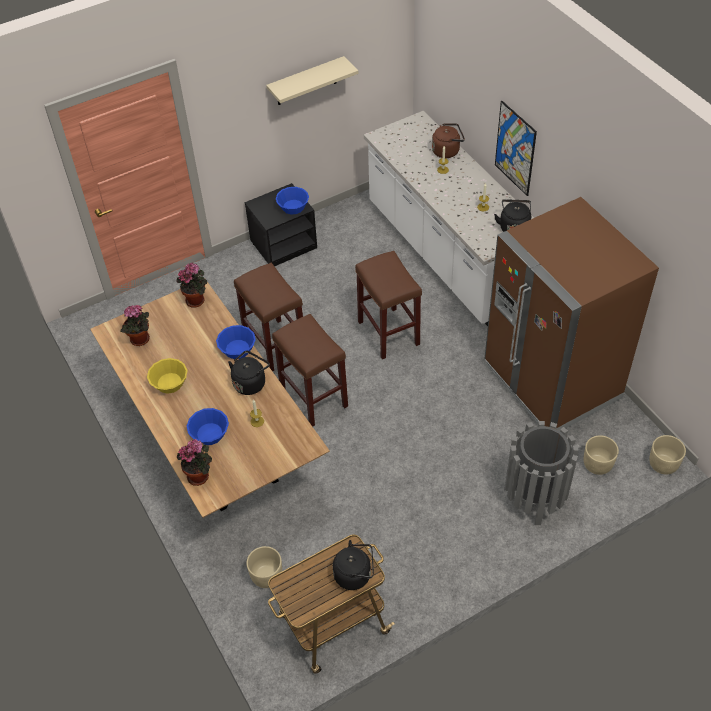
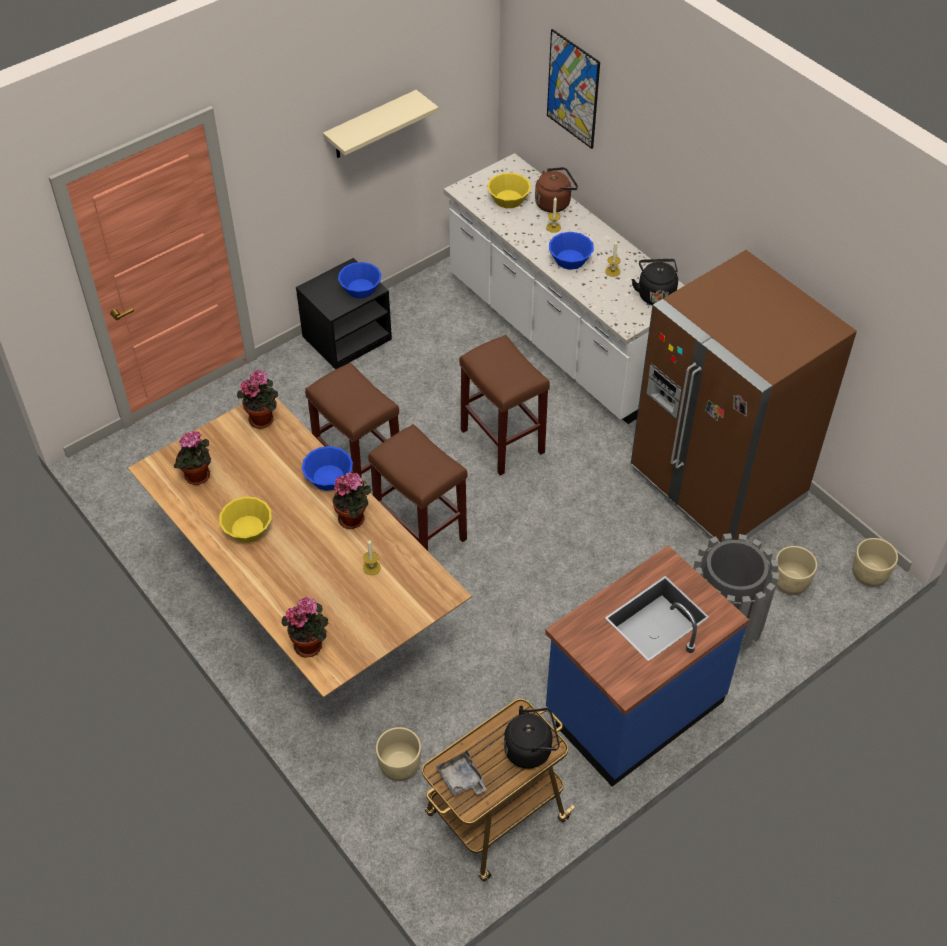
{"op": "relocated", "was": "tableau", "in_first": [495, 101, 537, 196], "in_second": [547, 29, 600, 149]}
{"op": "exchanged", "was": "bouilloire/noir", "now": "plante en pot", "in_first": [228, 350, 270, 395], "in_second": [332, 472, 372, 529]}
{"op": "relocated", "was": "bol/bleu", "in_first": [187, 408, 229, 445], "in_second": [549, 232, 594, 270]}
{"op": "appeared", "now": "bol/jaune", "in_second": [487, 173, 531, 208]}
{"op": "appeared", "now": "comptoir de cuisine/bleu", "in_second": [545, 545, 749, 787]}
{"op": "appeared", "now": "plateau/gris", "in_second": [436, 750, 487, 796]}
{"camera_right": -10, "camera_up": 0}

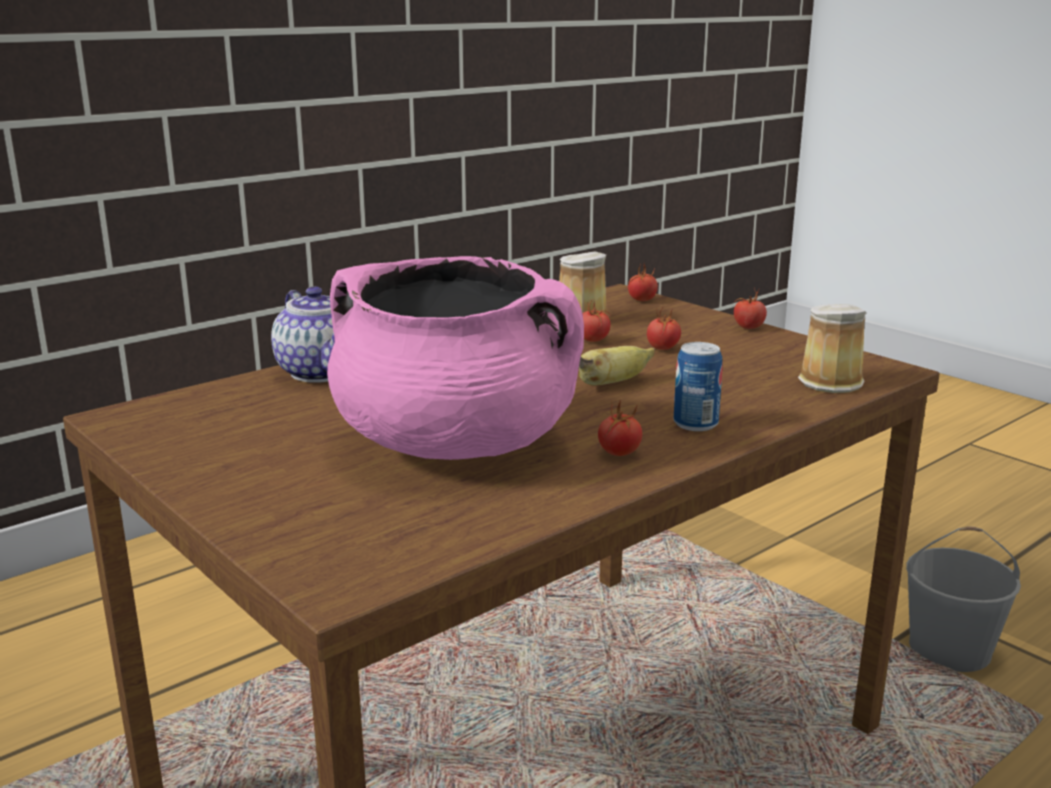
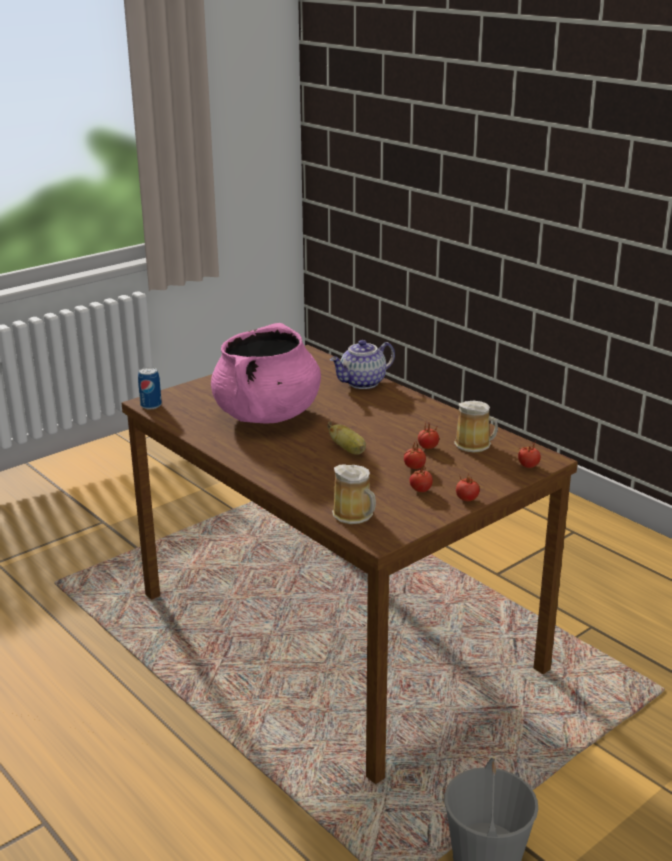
{"op": "relocated", "was": "boîte métallique", "in_first": [674, 342, 723, 431], "in_second": [138, 367, 162, 409]}
{"op": "relocated", "was": "tomate", "in_first": [598, 400, 642, 456], "in_second": [409, 463, 433, 492]}
{"camera_right": 90, "camera_up": 5}

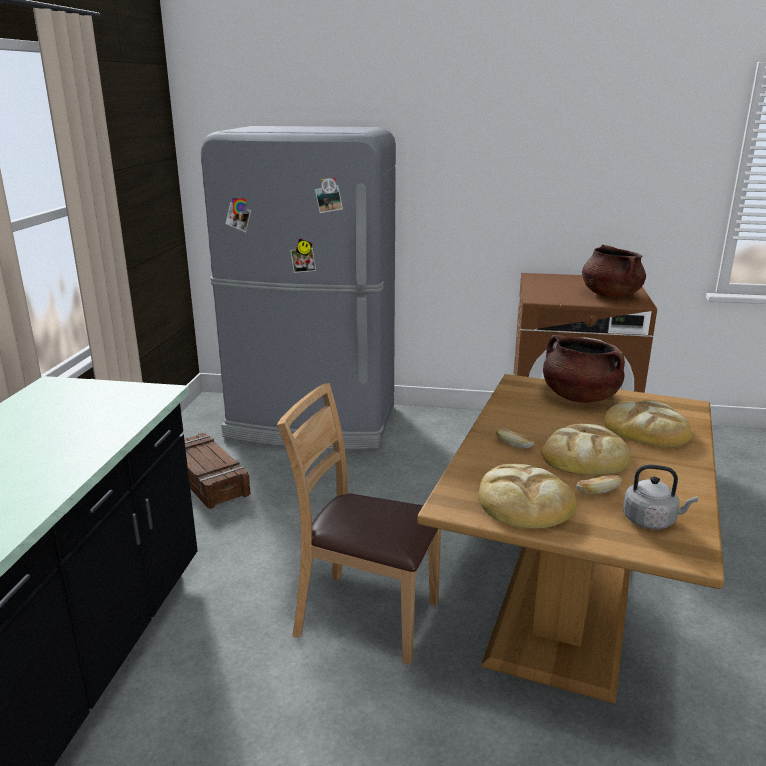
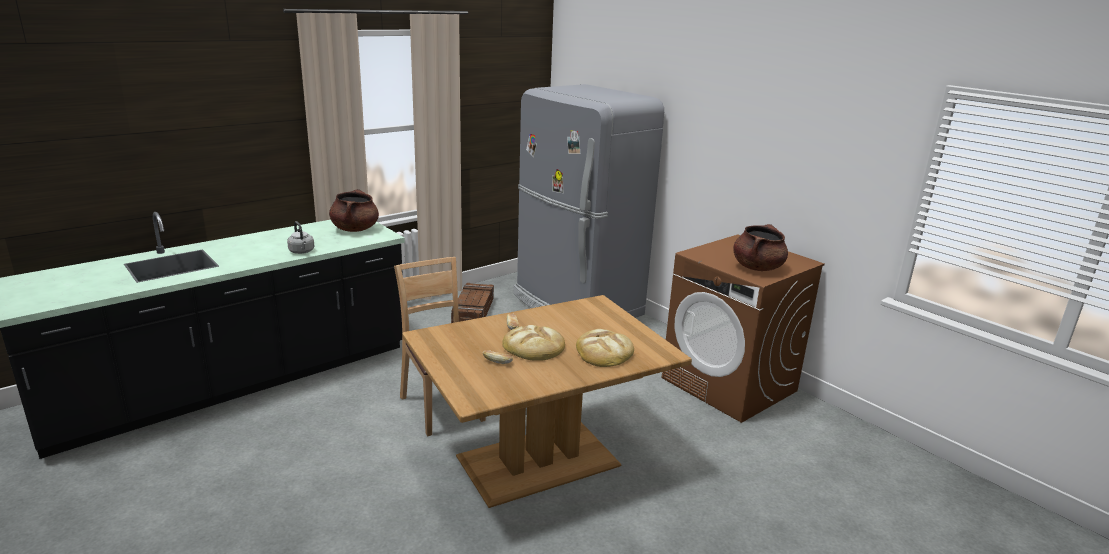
{"op": "relocated", "was": "marmite/marron", "in_first": [543, 335, 625, 403], "in_second": [329, 189, 379, 232]}
{"op": "missing", "was": "pain", "in_first": [479, 464, 577, 528]}
{"op": "relocated", "was": "bouilloire/gris", "in_first": [623, 464, 698, 529], "in_second": [287, 221, 314, 254]}
{"camera_right": 40, "camera_up": 0}

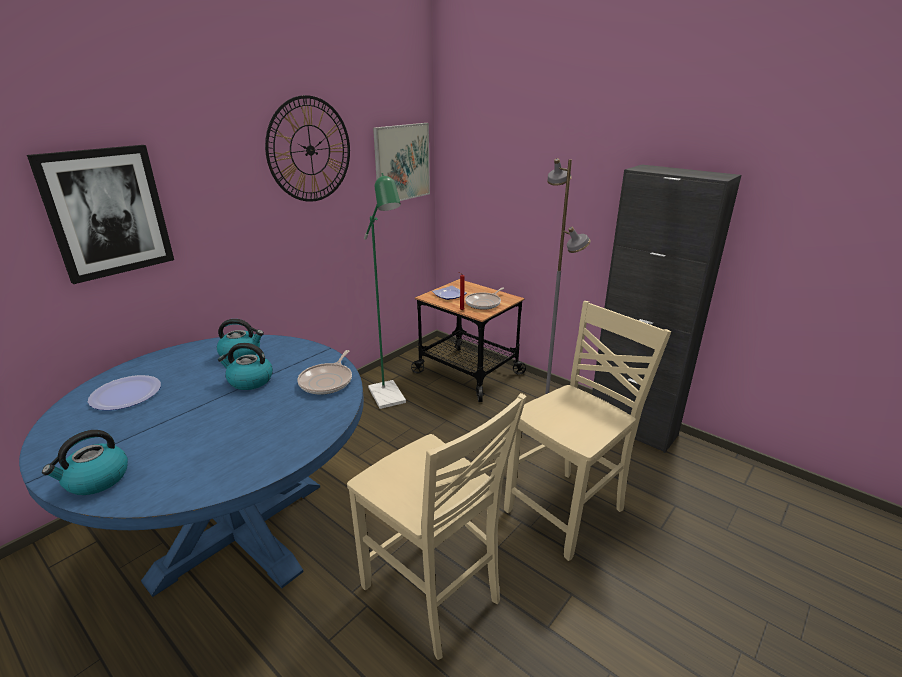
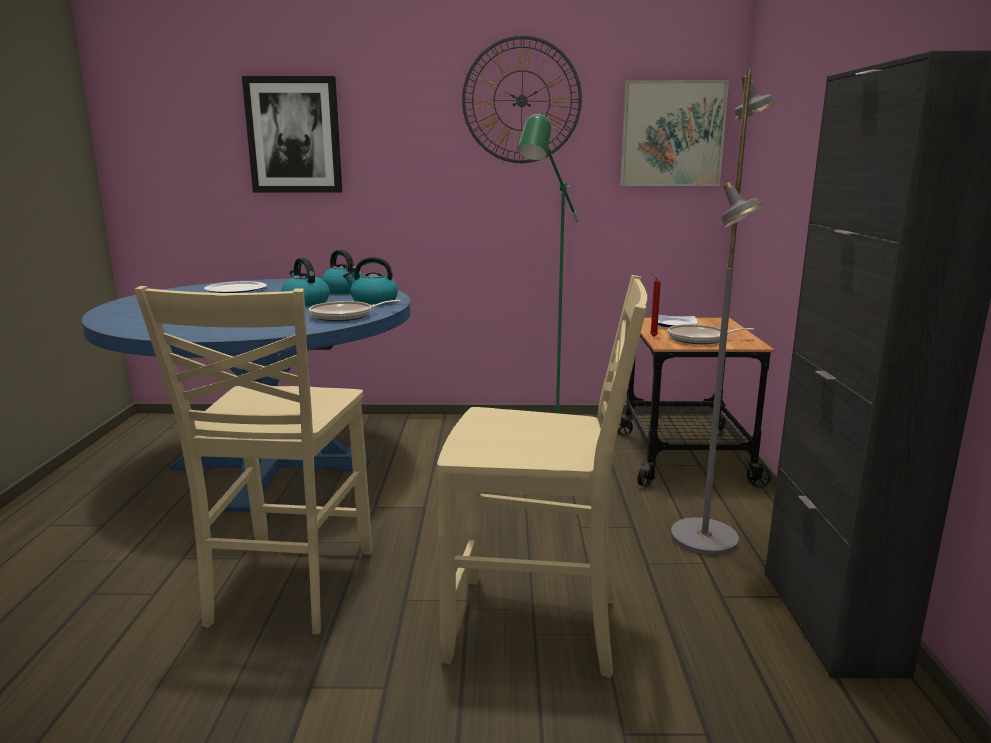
{"op": "relocated", "was": "bouilloire", "in_first": [42, 430, 128, 495], "in_second": [343, 257, 398, 305]}
{"camera_right": 50, "camera_up": -10}

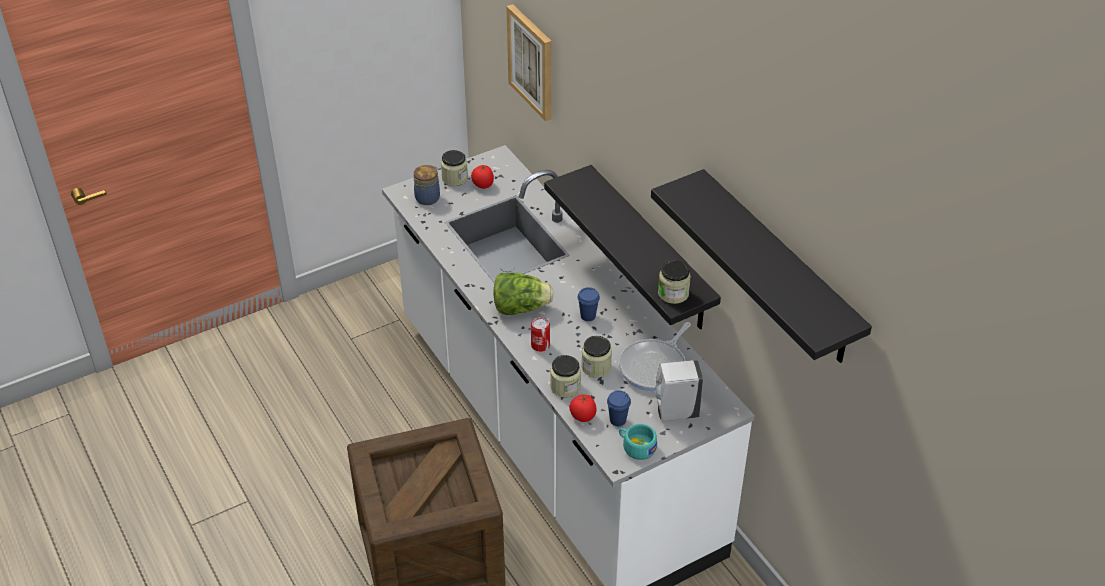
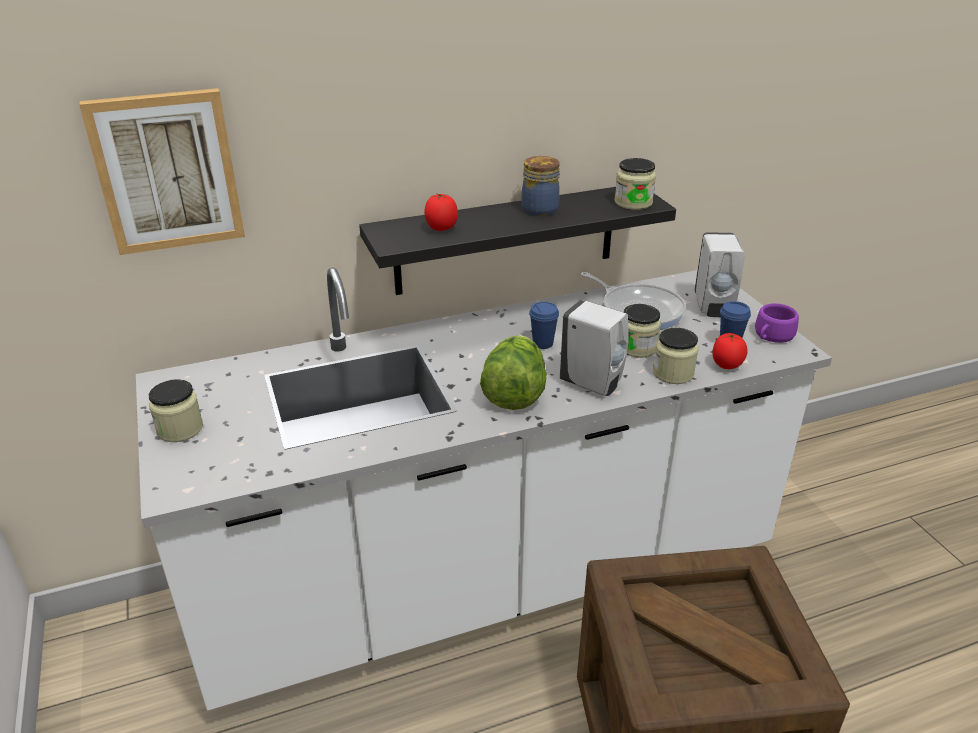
{"op": "relocated", "was": "bocal", "in_first": [414, 165, 440, 205], "in_second": [522, 156, 560, 216]}
{"op": "relocated", "was": "tomate", "in_first": [471, 165, 494, 189], "in_second": [424, 194, 458, 231]}
{"op": "missing", "was": "étagère/noir", "in_first": [651, 169, 872, 363]}
{"op": "exchanged", "was": "boîte métallique", "now": "distributeur de savon/blanc", "in_first": [531, 317, 550, 352], "in_second": [560, 300, 628, 396]}
{"op": "colour", "was": "tasse/turquoise", "now": "tasse/violet", "in_first": [619, 424, 657, 460], "in_second": [755, 303, 799, 343]}
{"camera_right": -80, "camera_up": -10}

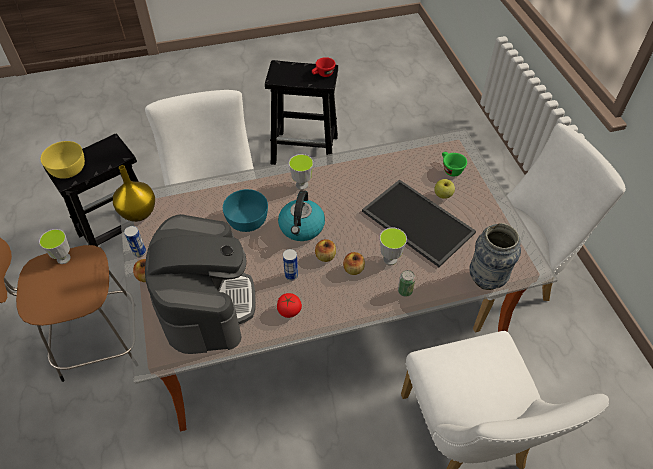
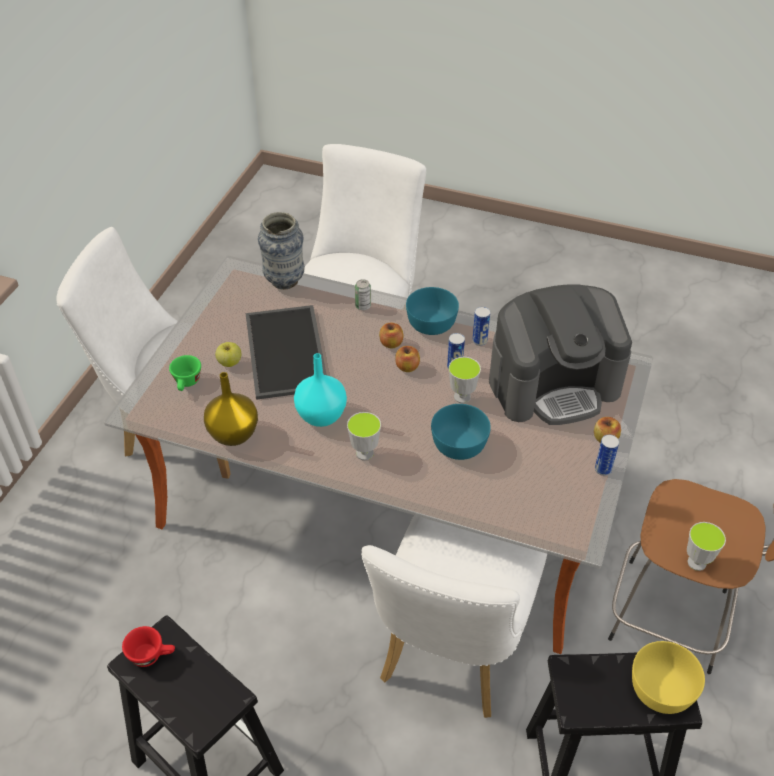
{"op": "relocated", "was": "vase/jaune", "in_first": [113, 165, 155, 222], "in_second": [204, 372, 258, 446]}
{"op": "missing", "was": "bouilloire", "in_first": [278, 190, 325, 241]}
{"op": "spun", "was": "machine à café", "in_first": [145, 214, 256, 354], "in_second": [489, 285, 632, 425], "clockwise": -135}
{"op": "relocated", "was": "tasse", "in_first": [380, 228, 407, 265], "in_second": [449, 357, 481, 403]}
{"op": "exchanged", "was": "tomate", "now": "boîte métallique", "in_first": [277, 293, 302, 318], "in_second": [472, 307, 490, 346]}
{"op": "appeared", "now": "bol/turquoise", "in_second": [406, 287, 459, 335]}
{"op": "appeared", "now": "vase/turquoise", "in_second": [294, 353, 347, 427]}
{"camera_right": -145, "camera_up": -5}

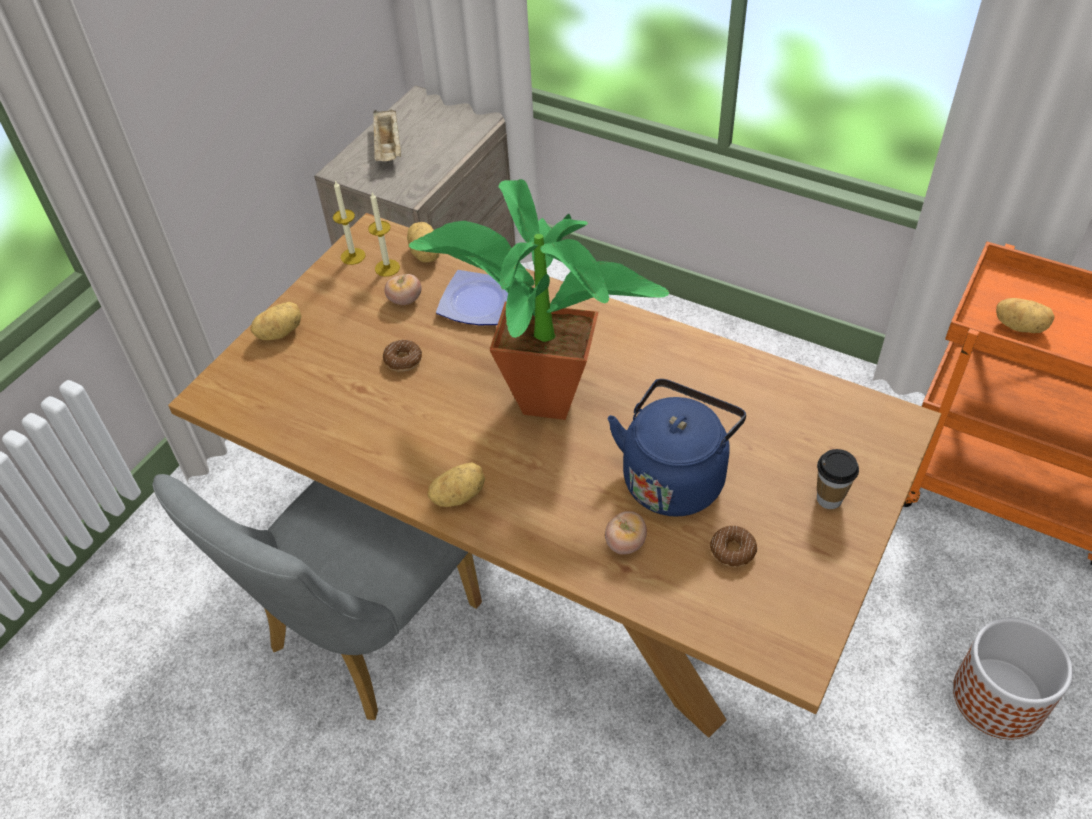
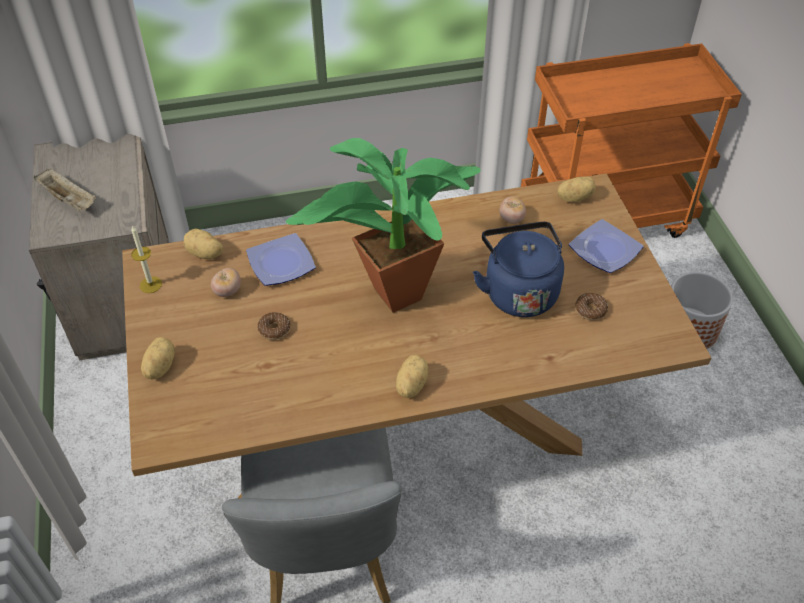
{"op": "missing", "was": "bougie", "in_first": [368, 192, 400, 277]}
{"op": "relocated", "was": "pomme de terre", "in_first": [996, 298, 1055, 333], "in_second": [557, 177, 596, 202]}
{"op": "exchanged", "was": "tasse", "now": "assiette", "in_first": [817, 449, 859, 509], "in_second": [569, 219, 644, 273]}
{"op": "relocated", "was": "tomate", "in_first": [605, 511, 647, 555], "in_second": [499, 196, 526, 224]}
{"camera_right": -45, "camera_up": 0}

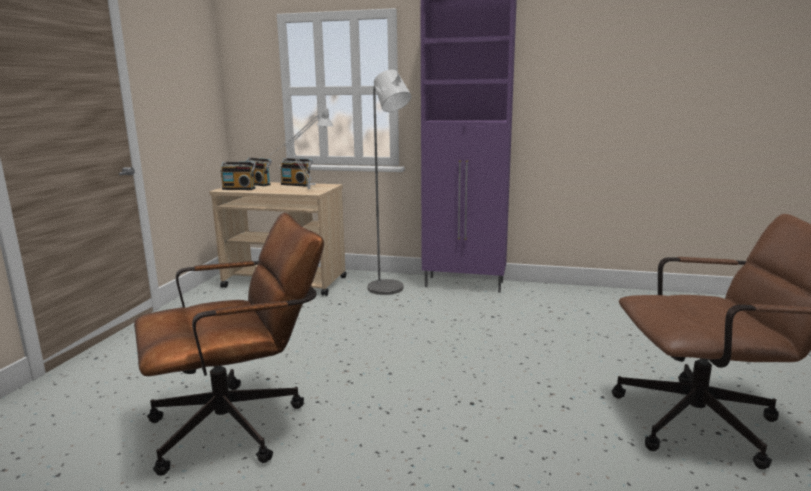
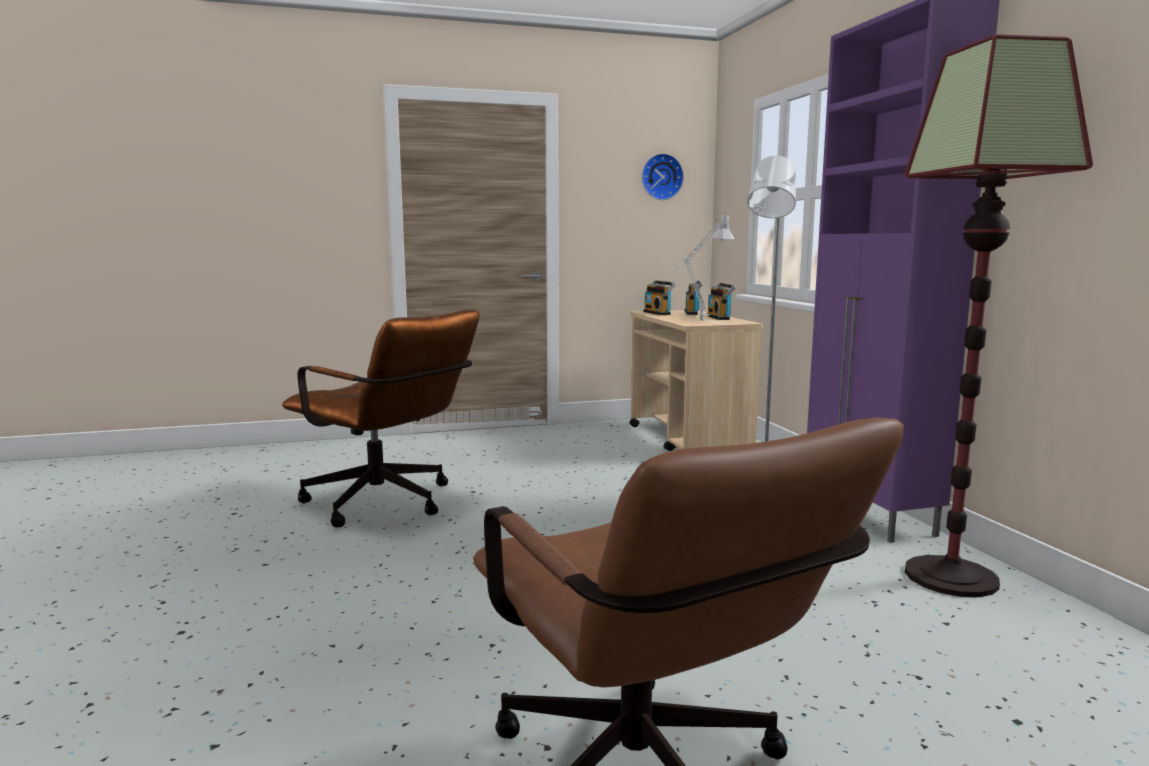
{"op": "appeared", "now": "lampadaire", "in_second": [905, 34, 1093, 597]}
{"op": "appeared", "now": "horloge murale", "in_second": [642, 153, 684, 200]}
{"camera_right": 60, "camera_up": -5}

